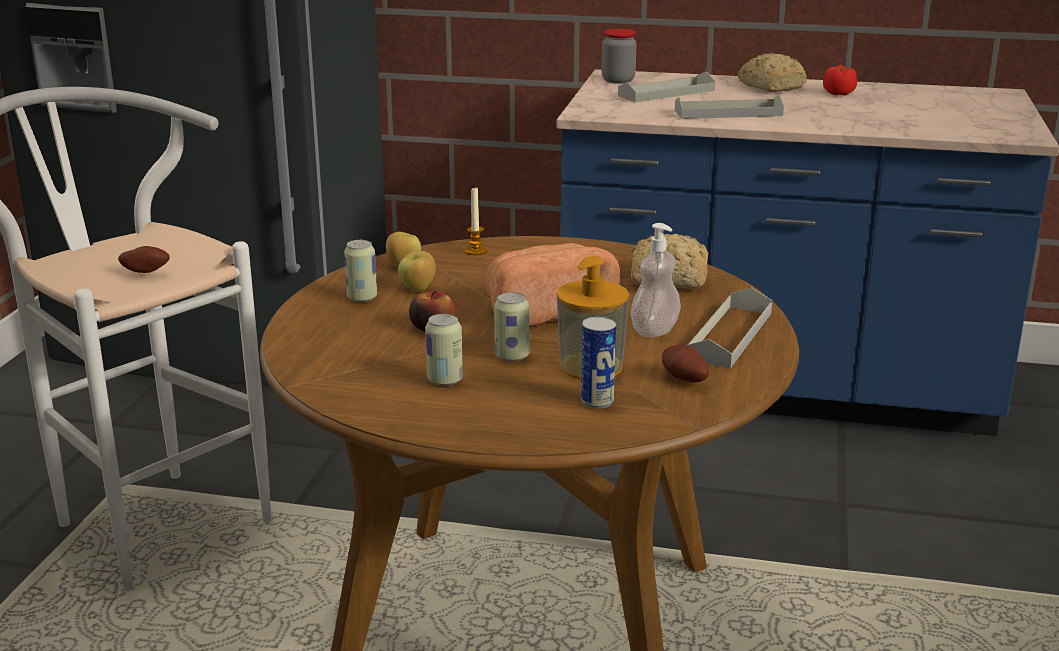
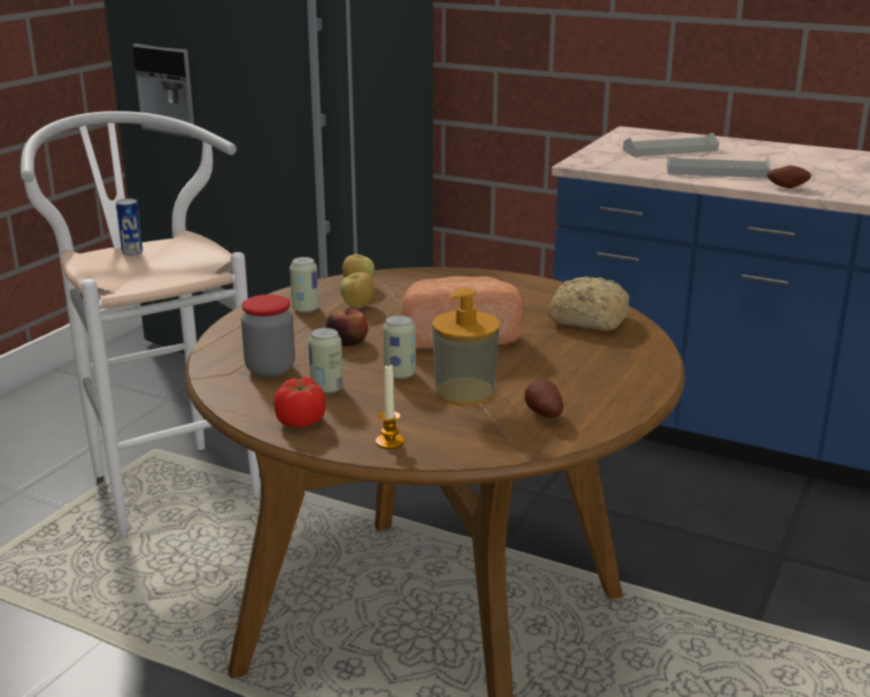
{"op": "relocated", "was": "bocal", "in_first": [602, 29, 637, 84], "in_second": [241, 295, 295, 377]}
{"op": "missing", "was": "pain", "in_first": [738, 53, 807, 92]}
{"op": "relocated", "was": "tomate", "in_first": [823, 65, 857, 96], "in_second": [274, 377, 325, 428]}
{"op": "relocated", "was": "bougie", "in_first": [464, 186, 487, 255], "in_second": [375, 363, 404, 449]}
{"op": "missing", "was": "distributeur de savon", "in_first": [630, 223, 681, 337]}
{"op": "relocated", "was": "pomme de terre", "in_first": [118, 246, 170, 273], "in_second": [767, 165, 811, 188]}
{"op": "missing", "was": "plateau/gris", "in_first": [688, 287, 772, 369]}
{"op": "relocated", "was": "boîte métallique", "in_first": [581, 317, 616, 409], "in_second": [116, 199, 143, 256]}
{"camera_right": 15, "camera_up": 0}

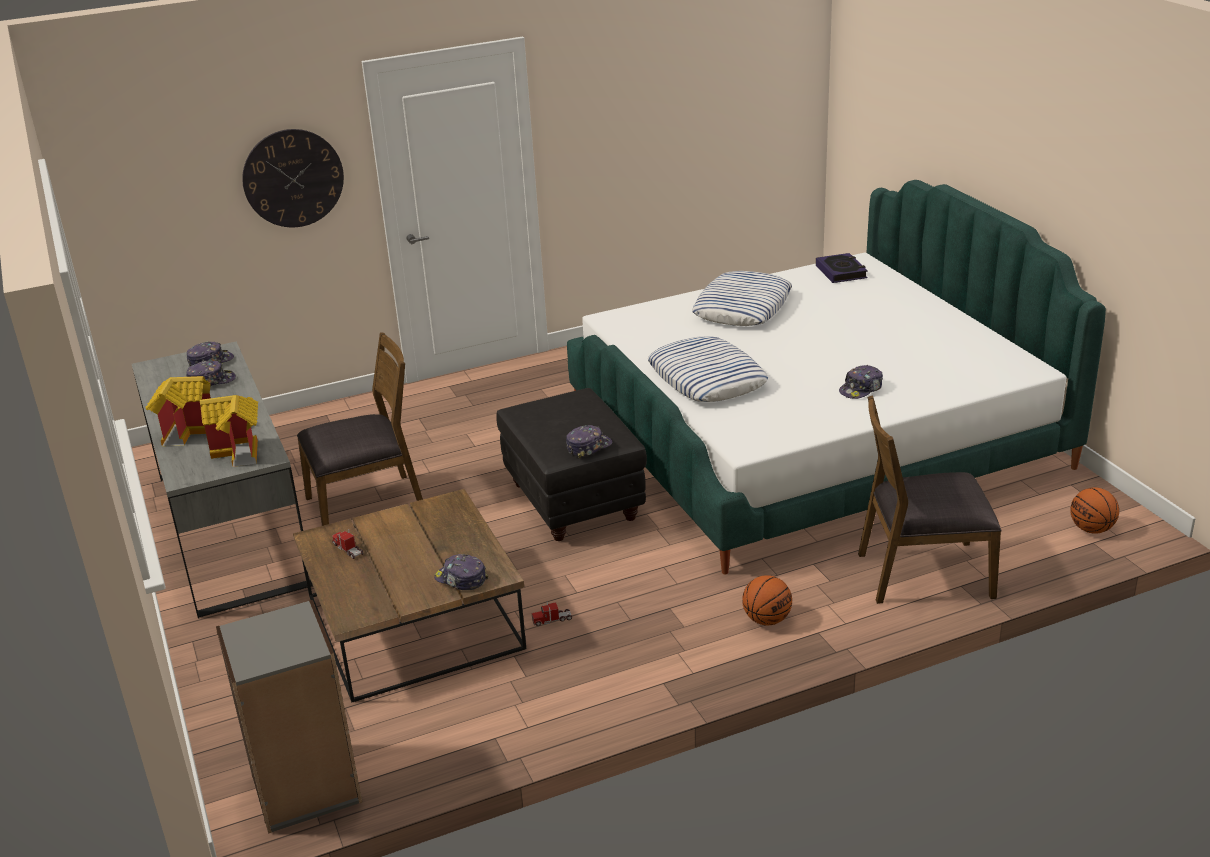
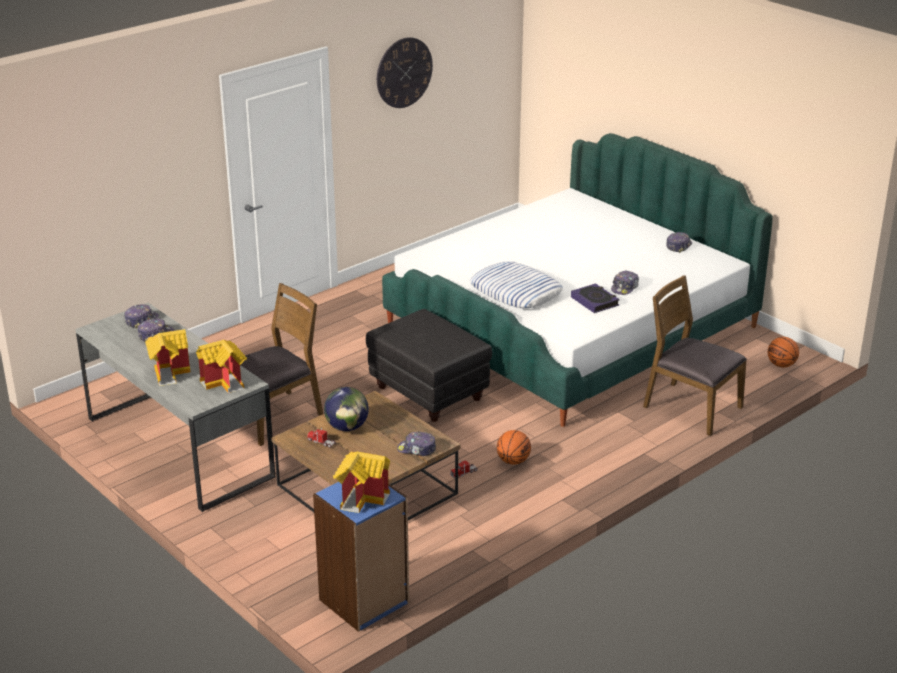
{"op": "relocated", "was": "horloge murale", "in_first": [242, 129, 344, 227], "in_second": [377, 37, 433, 108]}
{"op": "relocated", "was": "livre", "in_first": [816, 253, 868, 283], "in_second": [571, 283, 620, 313]}
{"op": "missing", "was": "coussin", "in_first": [692, 271, 792, 326]}
{"op": "spun", "was": "chaise/marron", "in_first": [858, 395, 1001, 604], "in_second": [643, 276, 747, 436], "clockwise": 60}
{"op": "relocated", "was": "casquette", "in_first": [566, 425, 612, 459], "in_second": [666, 232, 692, 253]}
{"op": "relocated", "was": "ballon de basket", "in_first": [742, 575, 792, 625], "in_second": [497, 430, 531, 465]}
{"op": "colour", "was": "bibliothèque/gris", "now": "bibliothèque/bleu", "in_first": [216, 600, 362, 834], "in_second": [313, 482, 409, 632]}
{"op": "appeared", "now": "globe", "in_second": [324, 387, 369, 431]}
{"op": "appeared", "now": "maison miniature", "in_second": [333, 452, 390, 513]}
{"camera_right": -20, "camera_up": 0}

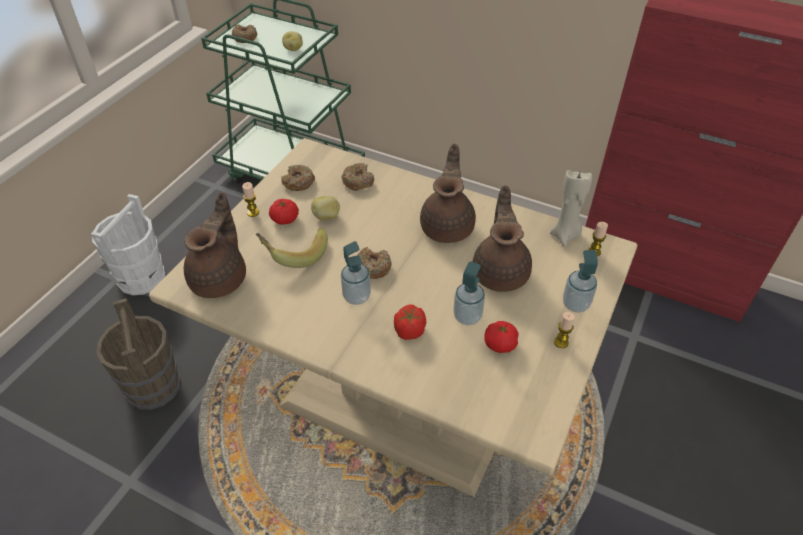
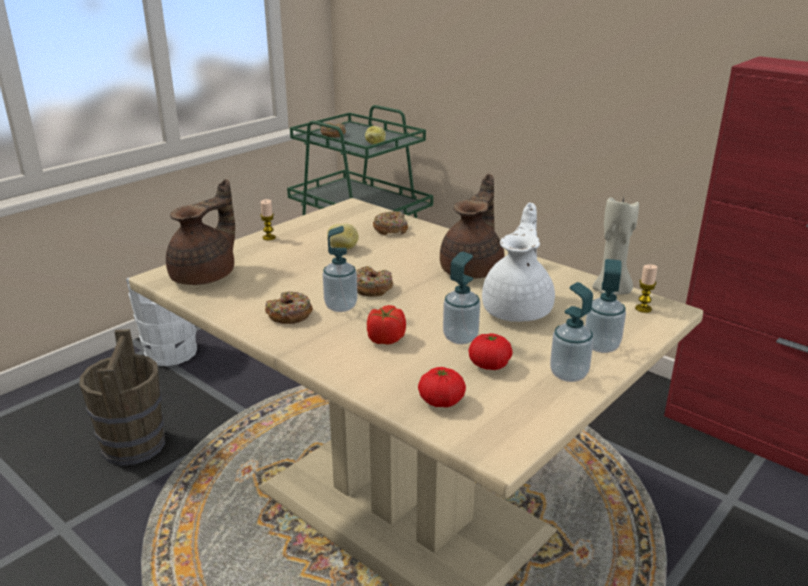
{"op": "relocated", "was": "beignet", "in_first": [281, 165, 315, 191], "in_second": [265, 291, 313, 324]}
{"op": "colour", "was": "théière/marron", "now": "théière/blanc", "in_first": [473, 185, 532, 292], "in_second": [482, 202, 555, 322]}
{"op": "relocated", "was": "tomate", "in_first": [269, 199, 299, 225], "in_second": [418, 367, 466, 408]}
{"op": "missing", "was": "banane", "in_first": [256, 228, 328, 268]}
{"op": "exchanged", "was": "bougie", "now": "distributeur de savon", "in_first": [554, 312, 575, 348], "in_second": [550, 282, 594, 382]}
{"camera_right": 15, "camera_up": -20}

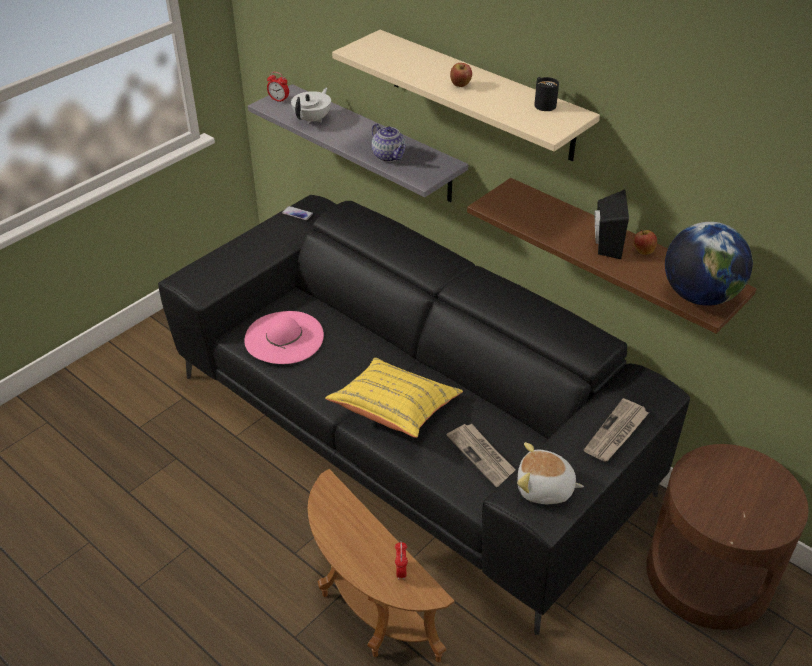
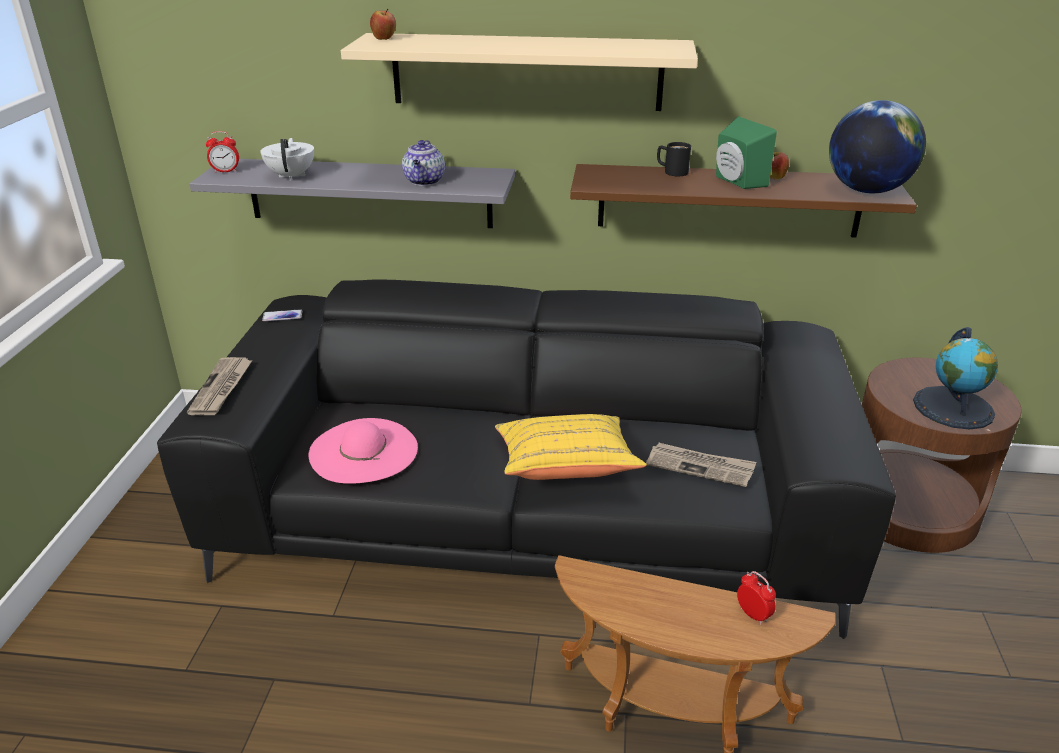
{"op": "relocated", "was": "pomme", "in_first": [450, 63, 472, 87], "in_second": [370, 8, 396, 40]}
{"op": "relocated", "was": "mug/noir", "in_first": [534, 77, 559, 111], "in_second": [657, 142, 691, 176]}
{"op": "spun", "was": "théière", "in_first": [372, 123, 406, 162], "in_second": [402, 140, 445, 186], "clockwise": 75}
{"op": "colour", "was": "enceinte/noir", "now": "enceinte/vert", "in_first": [595, 190, 629, 259], "in_second": [716, 116, 777, 189]}
{"op": "relocated", "was": "journal", "in_first": [584, 398, 649, 461], "in_second": [187, 357, 252, 415]}
{"op": "missing", "was": "peluche", "in_first": [517, 442, 584, 504]}
{"op": "appeared", "now": "globe", "in_second": [913, 327, 998, 430]}
{"camera_right": -35, "camera_up": -10}

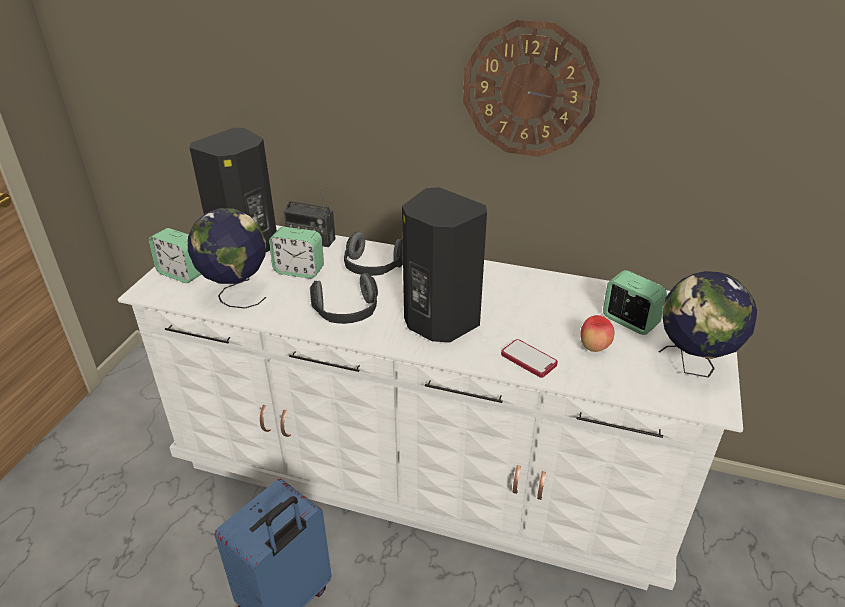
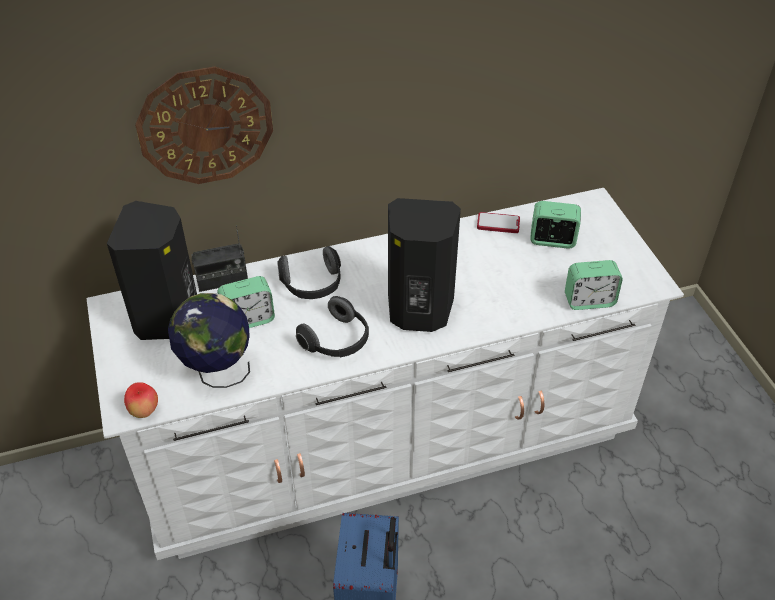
{"op": "relocated", "was": "horloge murale", "in_first": [463, 20, 600, 157], "in_second": [135, 66, 273, 184]}
{"op": "relocated", "was": "réveil", "in_first": [149, 228, 201, 283], "in_second": [565, 260, 623, 310]}
{"op": "missing", "was": "globe", "in_first": [658, 271, 757, 378]}
{"op": "relocated", "was": "pomme", "in_first": [580, 315, 614, 352], "in_second": [124, 382, 158, 418]}
{"op": "relocated", "was": "téléphone", "in_first": [501, 339, 558, 378], "in_second": [477, 212, 520, 233]}
{"camera_right": -35, "camera_up": 10}

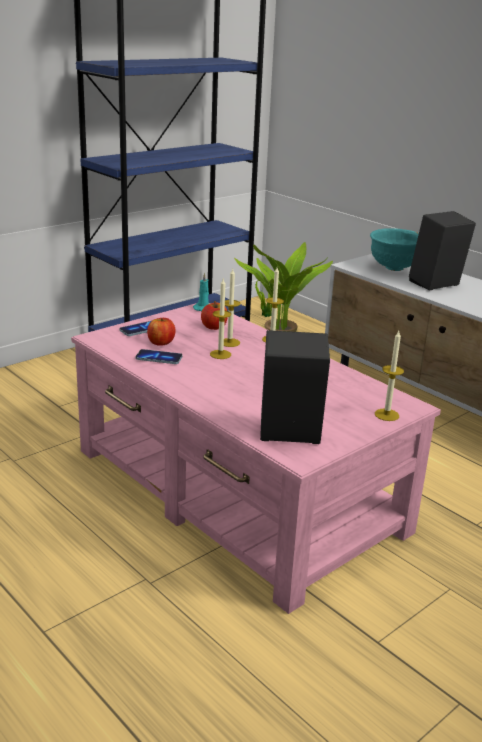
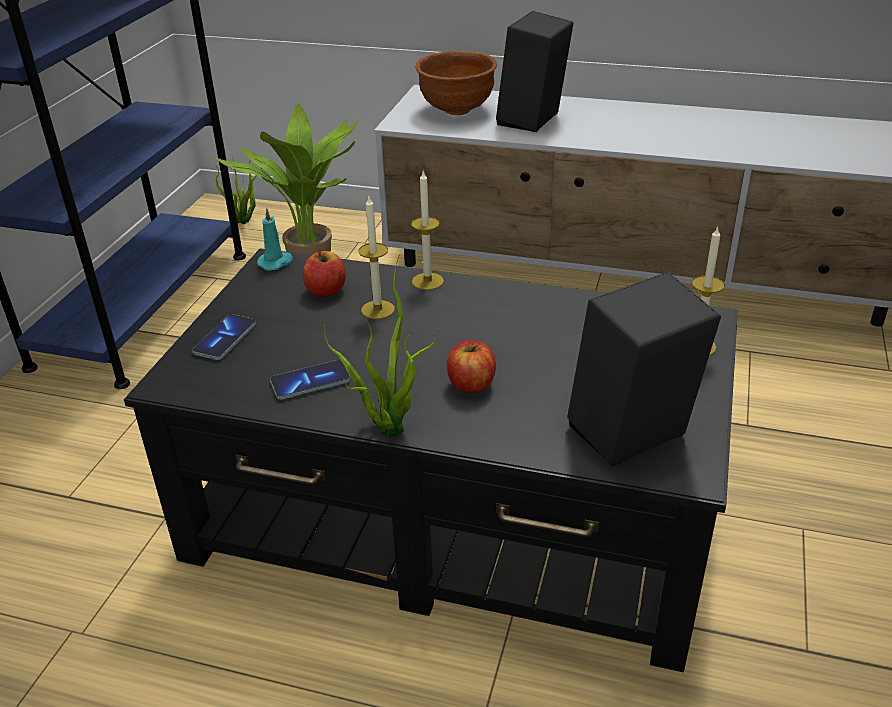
{"op": "colour", "was": "bol/turquoise", "now": "bol/marron", "in_first": [370, 228, 419, 271], "in_second": [415, 51, 497, 115]}
{"op": "missing", "was": "bougie", "in_first": [210, 279, 231, 359]}
{"op": "colour", "was": "table basse/rose", "now": "table basse/noir", "in_first": [71, 303, 441, 614], "in_second": [124, 248, 738, 672]}
{"op": "relocated", "was": "pomme", "in_first": [147, 318, 175, 346], "in_second": [446, 340, 496, 393]}
{"op": "appeared", "now": "plante en pot", "in_second": [324, 254, 438, 438]}
{"camera_right": -30, "camera_up": 10}

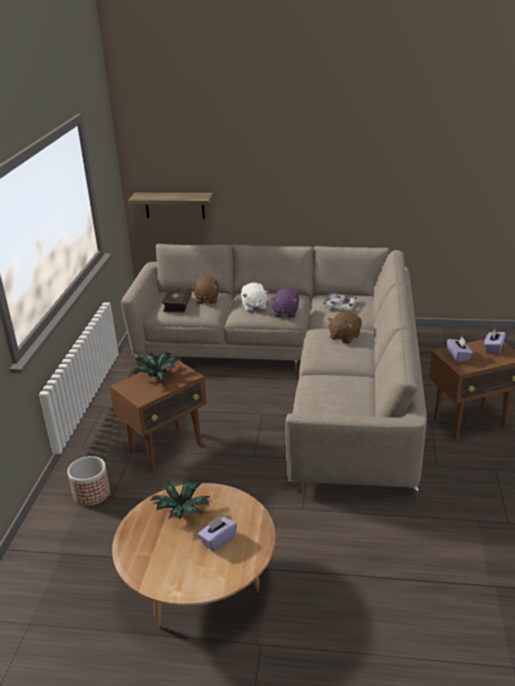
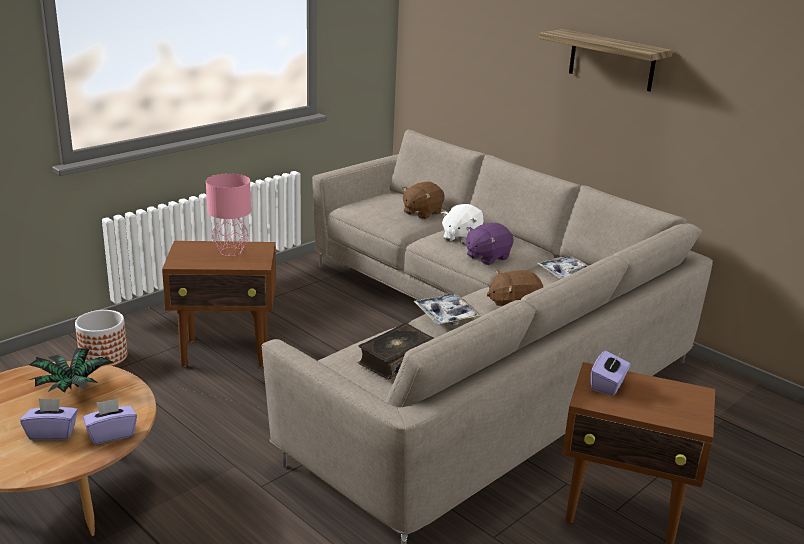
{"op": "relocated", "was": "étagère", "in_first": [128, 193, 213, 219], "in_second": [539, 29, 673, 91]}
{"op": "relocated", "was": "livre", "in_first": [162, 287, 192, 312], "in_second": [357, 323, 434, 380]}
{"op": "relocated", "was": "boîte à mouchoirs/violet", "in_first": [484, 328, 506, 355], "in_second": [83, 398, 137, 444]}
{"op": "exchanged", "was": "plante en pot", "now": "lampe de table/rose", "in_first": [132, 352, 181, 382], "in_second": [206, 173, 251, 256]}
{"op": "appeared", "now": "plateau", "in_second": [413, 293, 481, 325]}
{"camera_right": 35, "camera_up": -5}

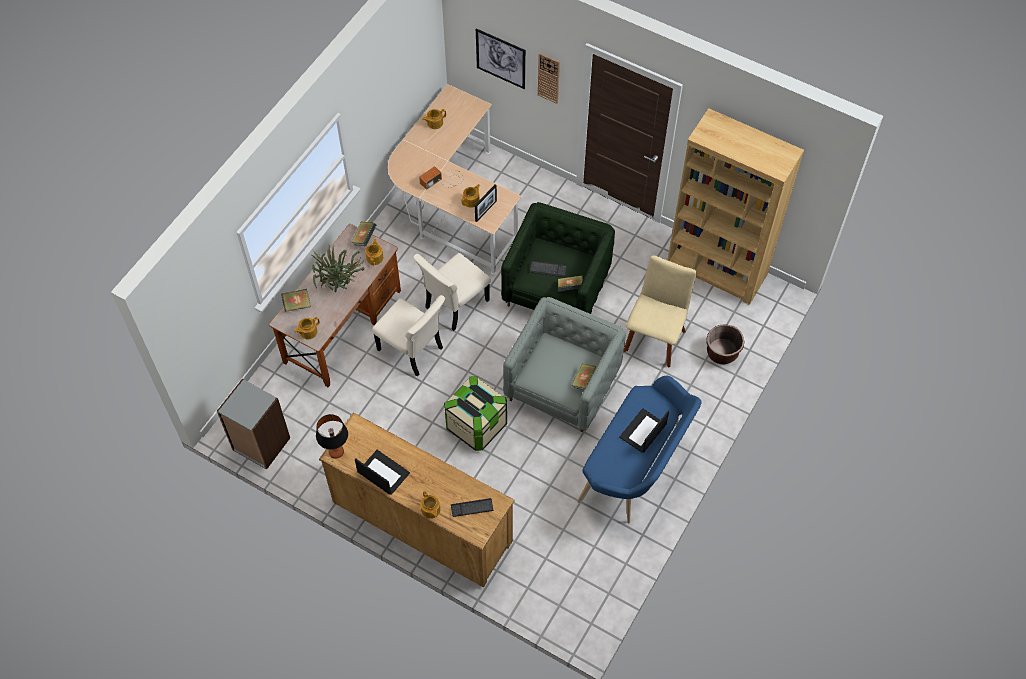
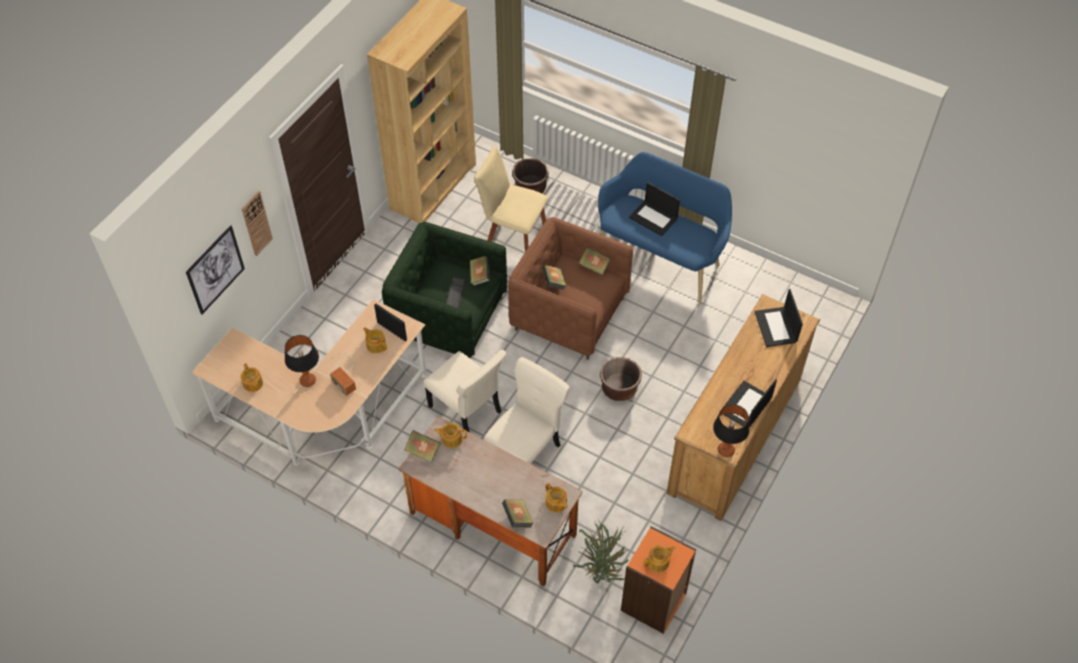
{"op": "relocated", "was": "plante en pot", "in_first": [310, 244, 365, 292], "in_second": [573, 520, 629, 583]}
{"op": "colour", "was": "fauteuil/gris", "now": "fauteuil/marron", "in_first": [503, 297, 626, 433], "in_second": [508, 217, 633, 360]}
{"op": "exchanged", "was": "boîte de rangement", "now": "cache-pot/marron", "in_first": [444, 376, 507, 451], "in_second": [600, 357, 642, 401]}
{"op": "colour", "was": "bibliothèque/gris", "now": "bibliothèque/orange", "in_first": [217, 379, 290, 470], "in_second": [621, 526, 696, 634]}
{"op": "relocated", "was": "théière", "in_first": [420, 491, 440, 519], "in_second": [644, 545, 676, 572]}
{"op": "exchanged", "was": "clavier", "now": "ordinateur portable", "in_first": [451, 498, 493, 517], "in_second": [755, 289, 803, 347]}
{"op": "appeared", "now": "livre", "in_second": [543, 265, 566, 290]}
{"op": "appeared", "now": "lampe de table", "in_second": [285, 335, 319, 387]}
{"camera_right": -90, "camera_up": -5}

